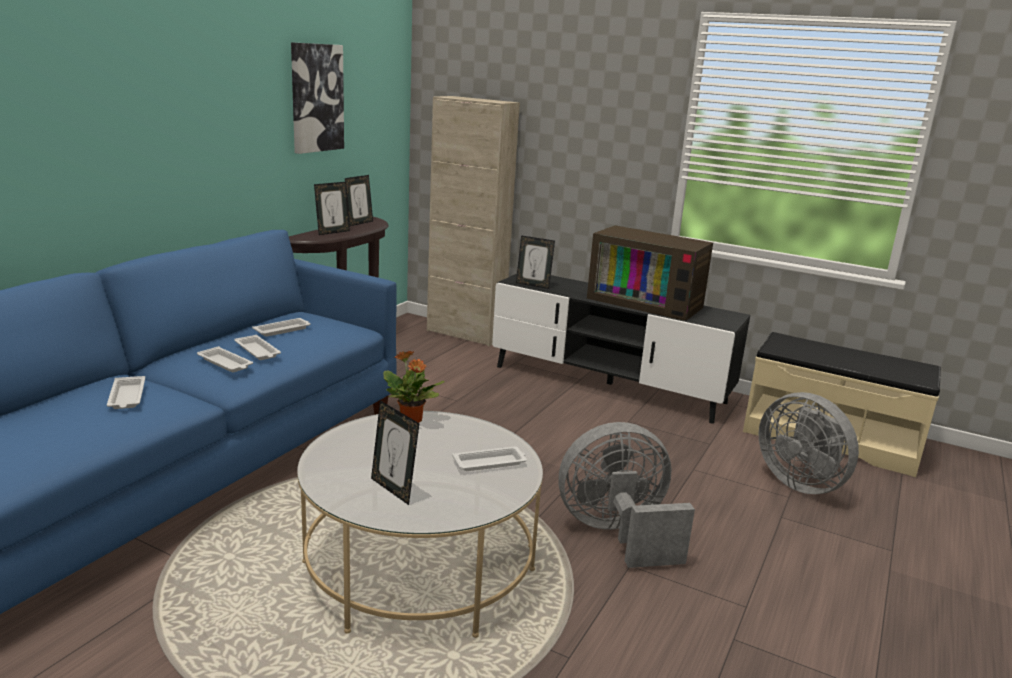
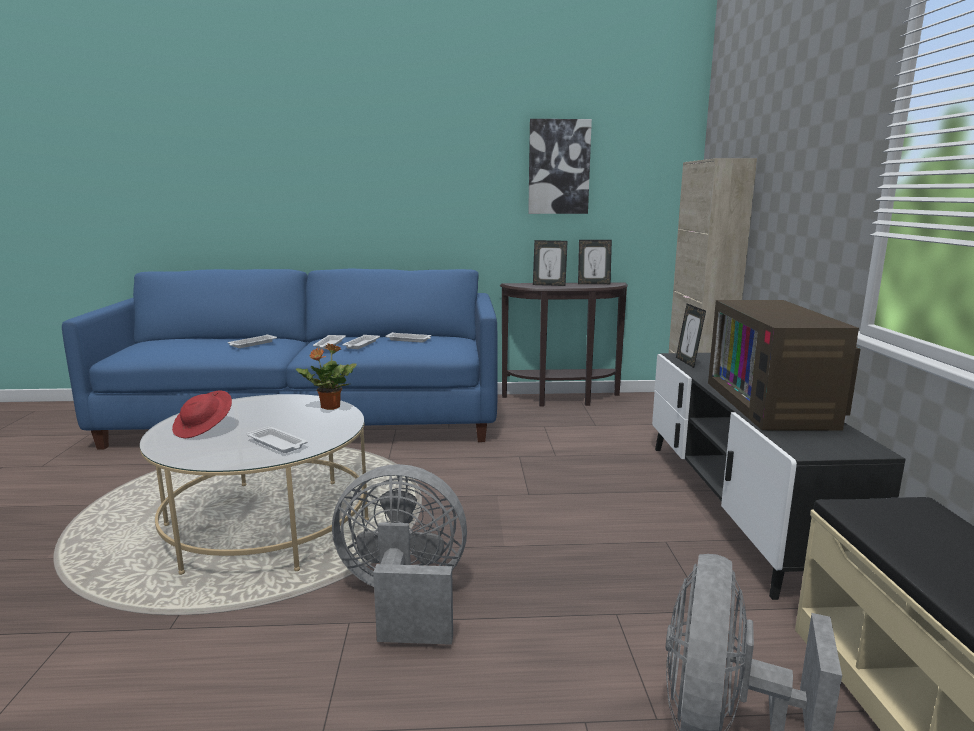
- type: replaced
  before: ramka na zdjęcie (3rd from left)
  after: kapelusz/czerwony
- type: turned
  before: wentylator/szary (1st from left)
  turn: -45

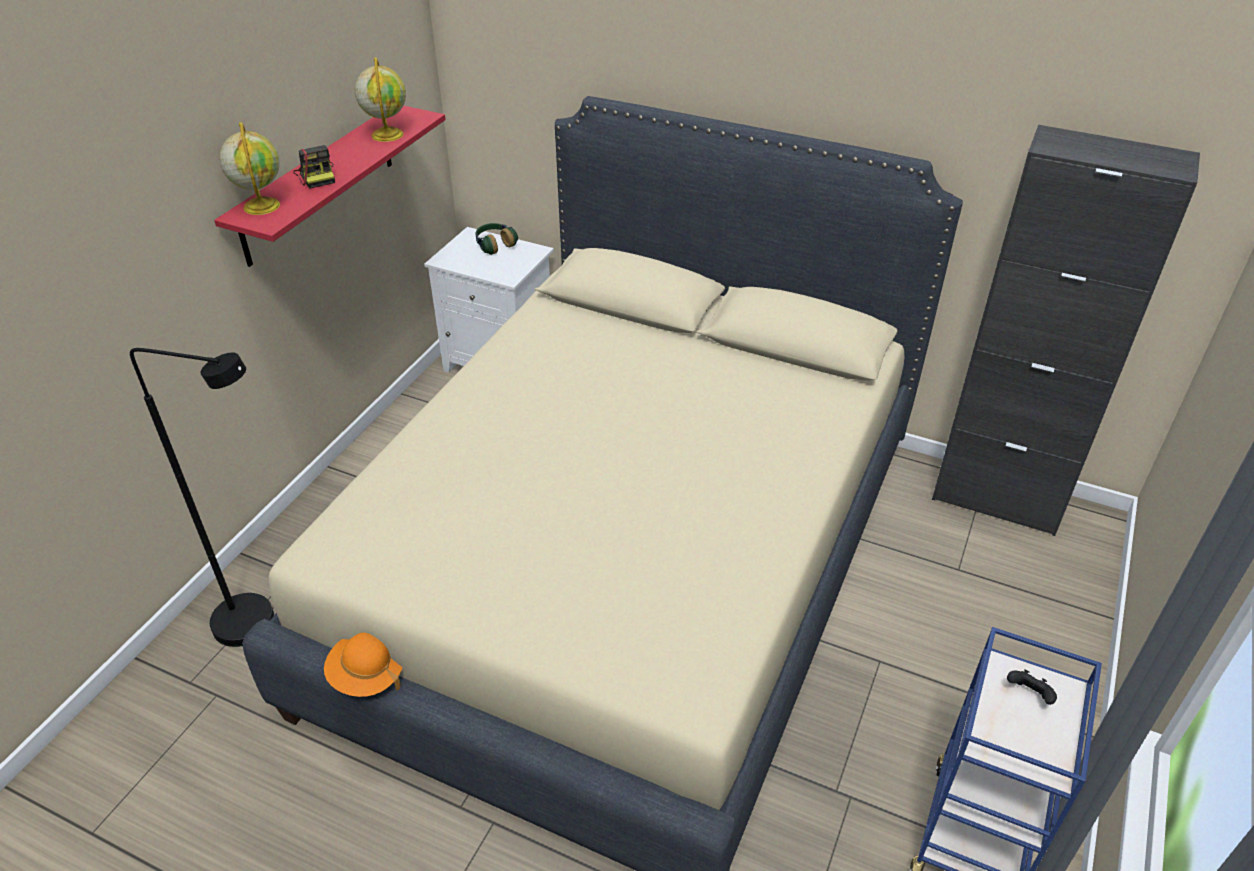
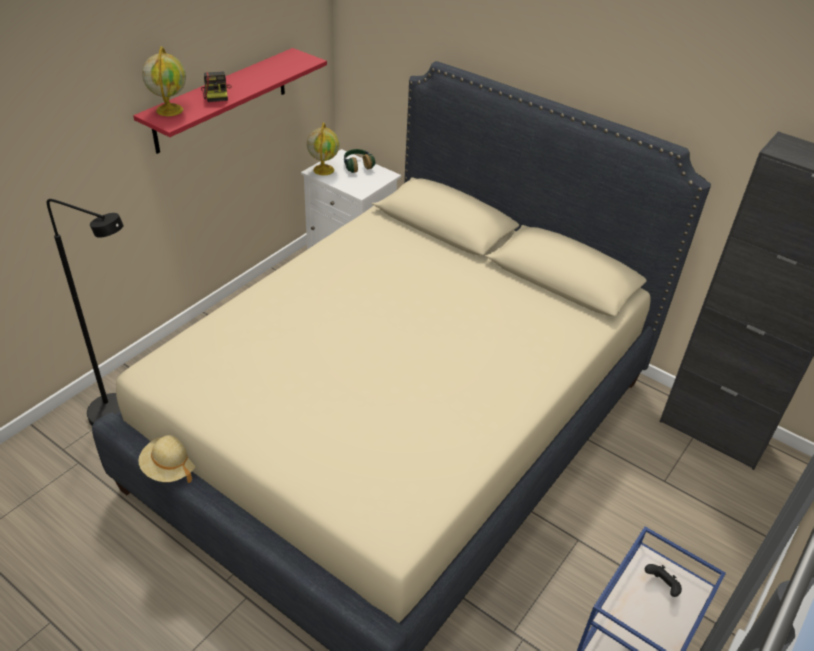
- type: recoloured
  before: kapelusz/pomarańczowy
  after: kapelusz/beżowy
- type: moved
  before: globus (2nd from left)

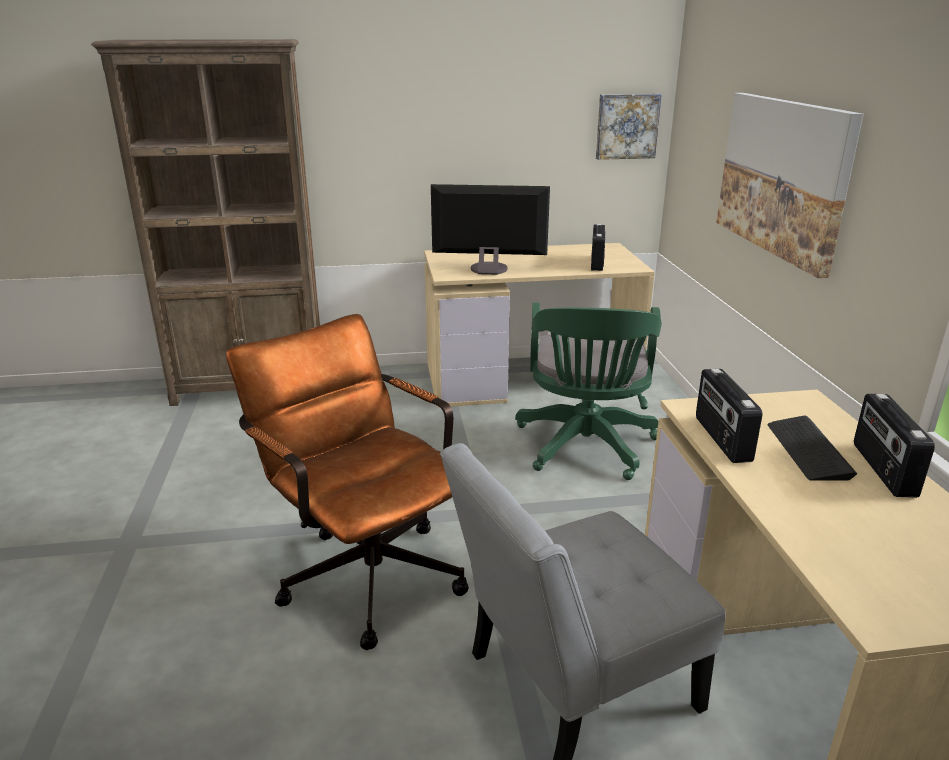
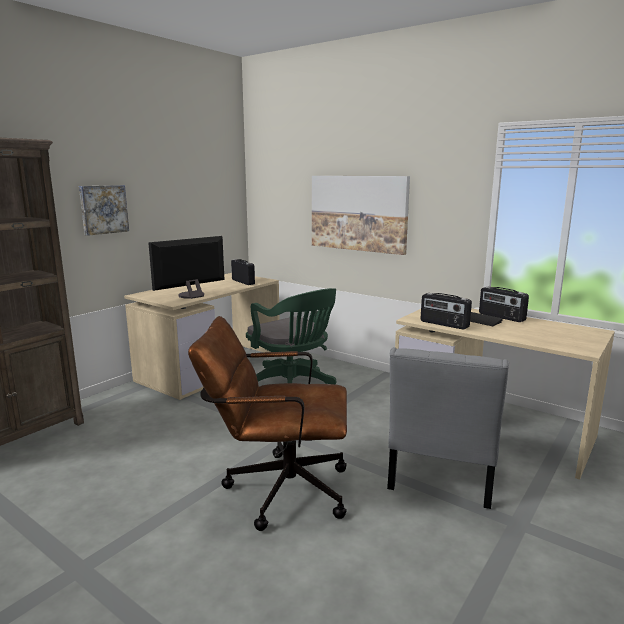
- type: moved
  before: obraz (1st from left)

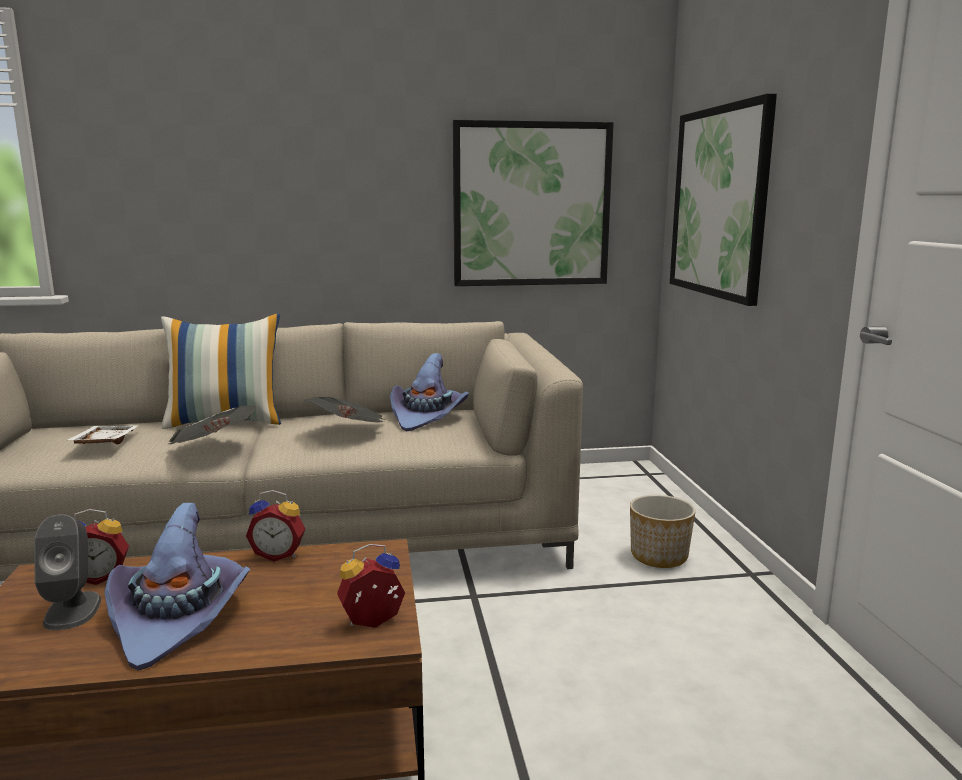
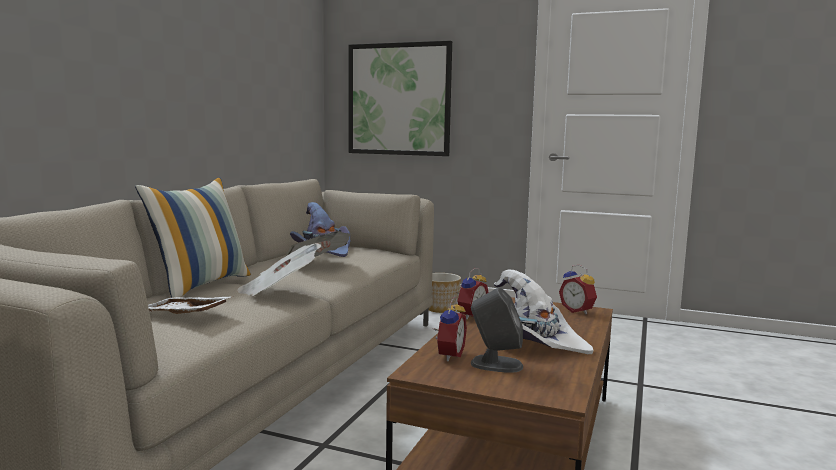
- type: recoloured
  before: kapelusz/fioletowy (1st from left)
  after: kapelusz/biały
- type: turned
  before: budzik (3rd from left)
  turn: -45
- type: removed
  before: obraz (1st from left)

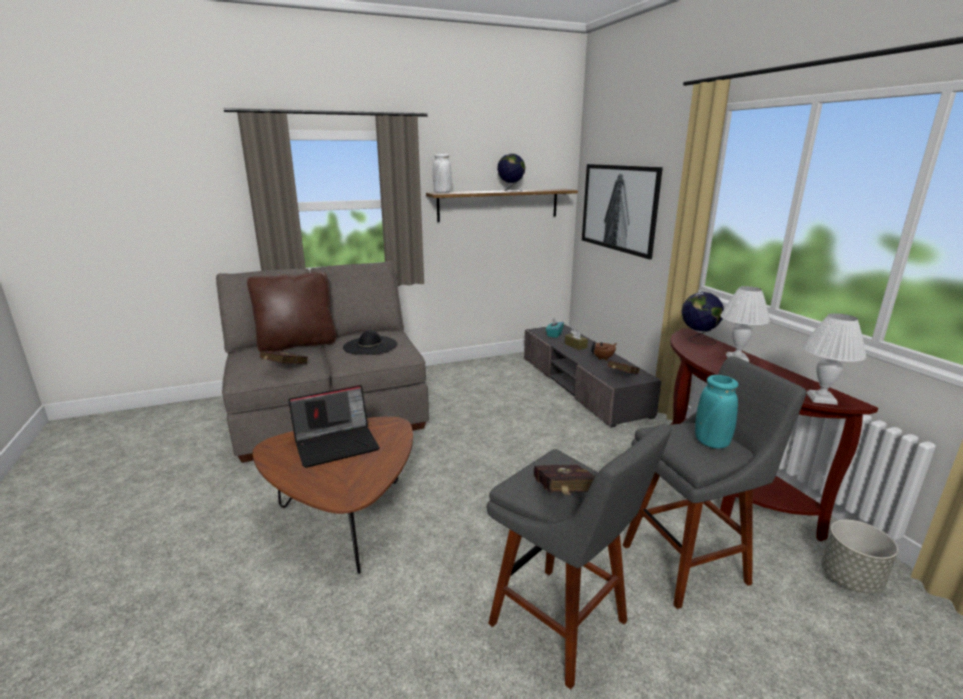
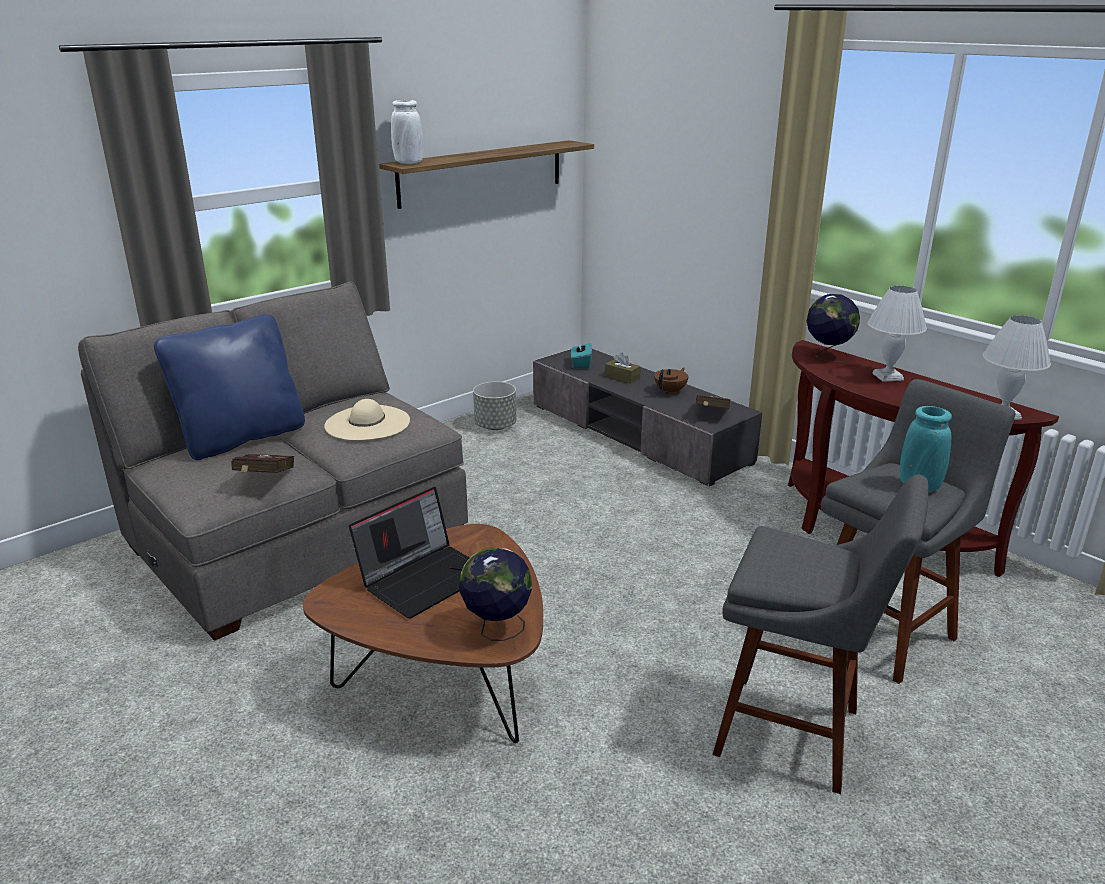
- type: recoloured
  before: poduszka/brązowy
  after: poduszka/niebieski
- type: recoloured
  before: kapelusz/czarny
  after: kapelusz/beżowy
- type: moved
  before: globus (1st from left)
- type: removed
  before: książka/czerwony (2nd from left)
- type: removed
  before: obraz
- type: moved
  before: donica/szary

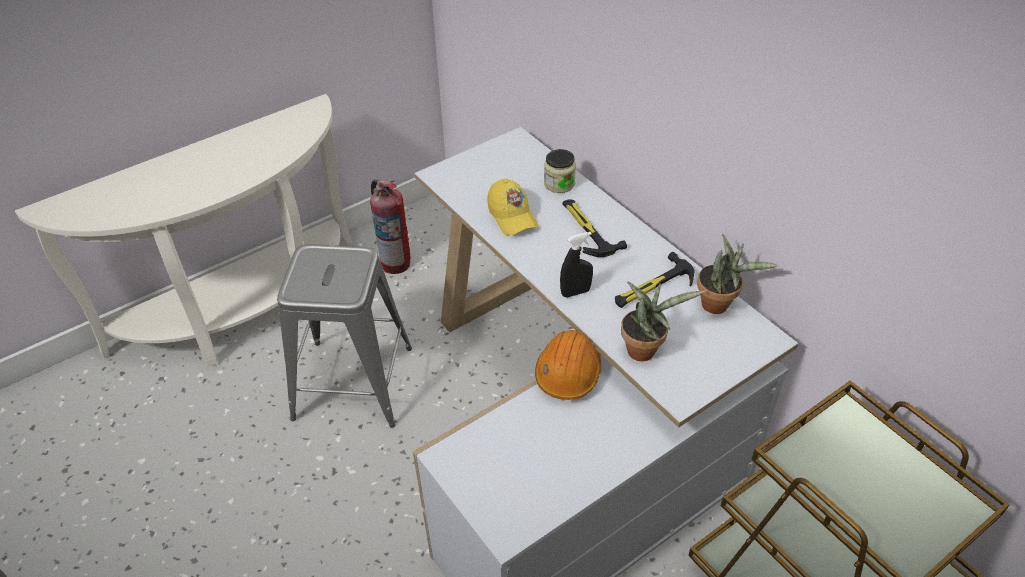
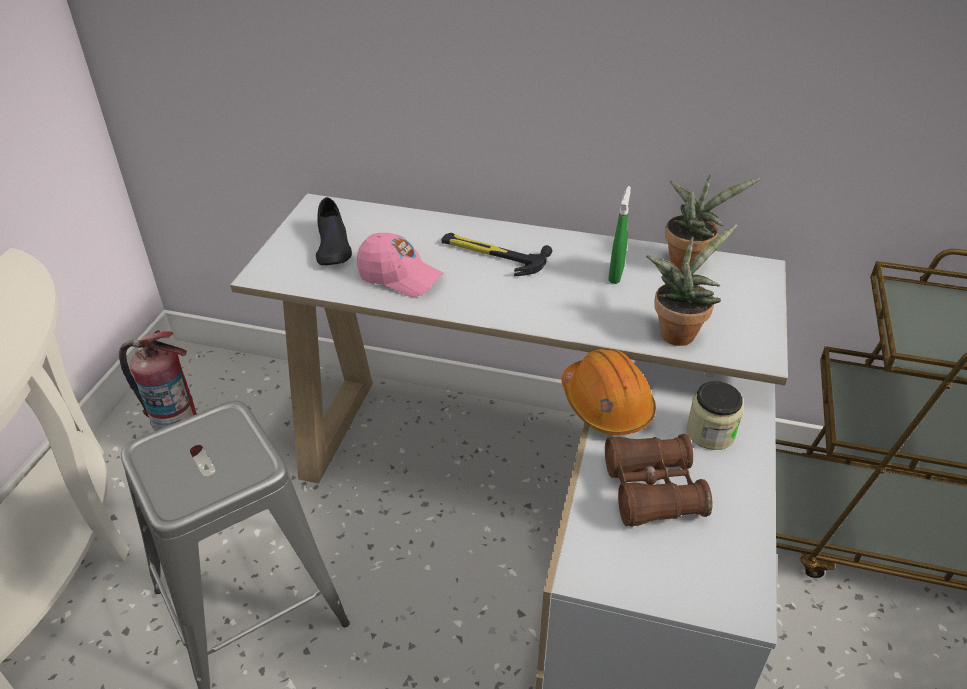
- type: recoloured
  before: czapka z daszkiem/żółty
  after: czapka z daszkiem/różowy
- type: moved
  before: słoik
- type: removed
  before: spryskiwacz/czarny
- type: replaced
  before: młotek (2nd from left)
  after: spryskiwacz/zielony
- type: added
  after: but/czarny
- type: added
  after: lornetka/brązowy

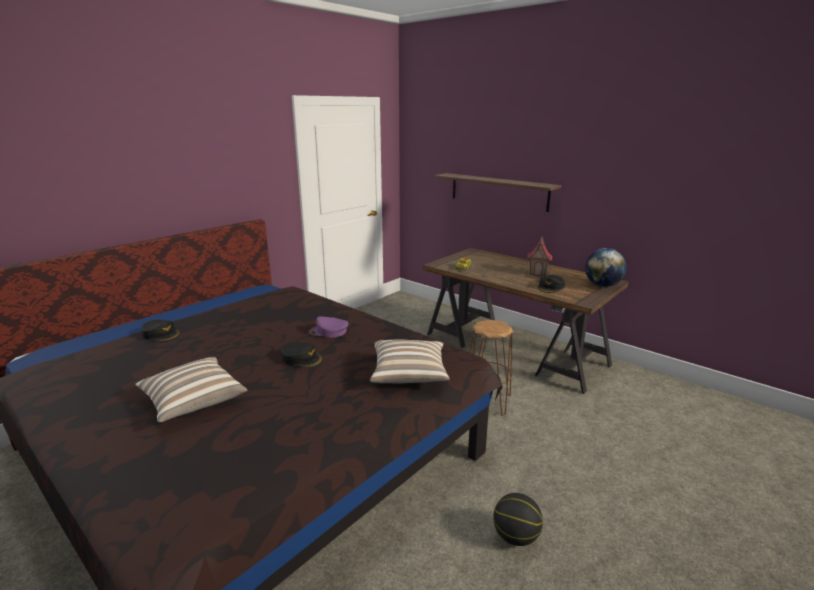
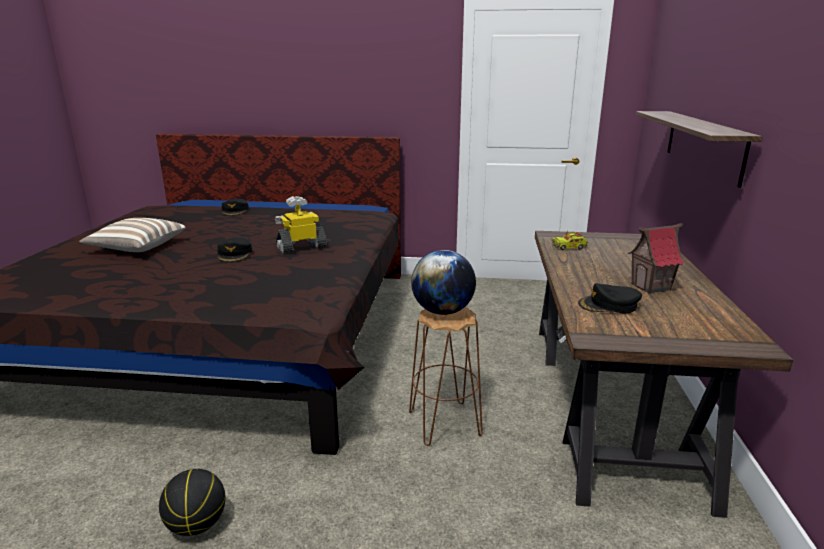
- type: replaced
  before: czapka z daszkiem/fioletowy
  after: robot zabawkowy
- type: removed
  before: poduszka (2nd from left)
- type: moved
  before: globus

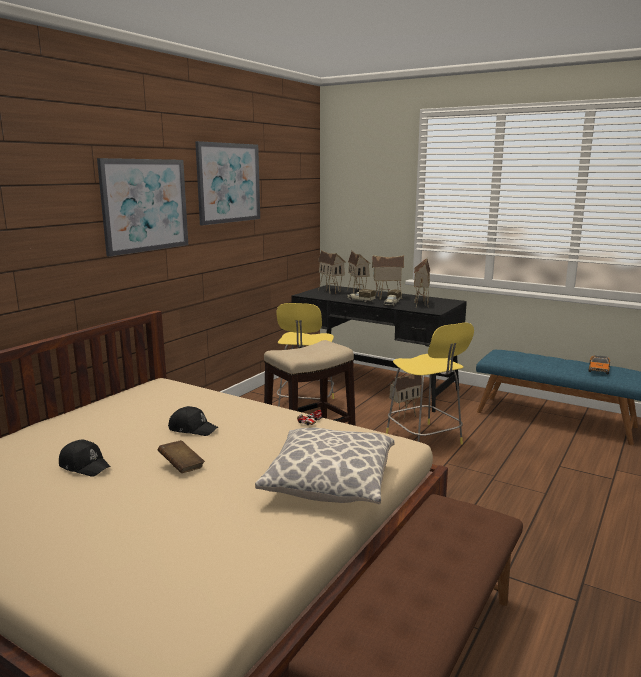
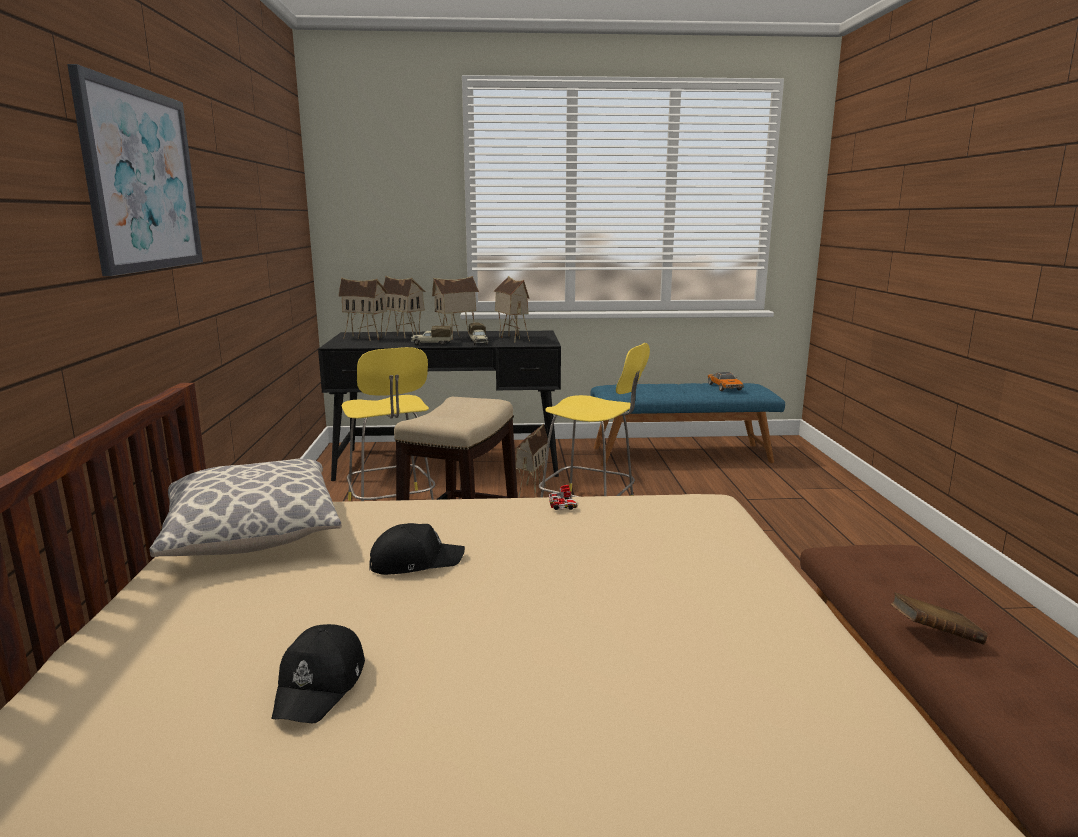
- type: turned
  before: czapka z daszkiem/czarny (1st from left)
  turn: 105
- type: moved
  before: książka/brązowy
- type: removed
  before: obraz (2nd from left)
- type: moved
  before: poduszka

